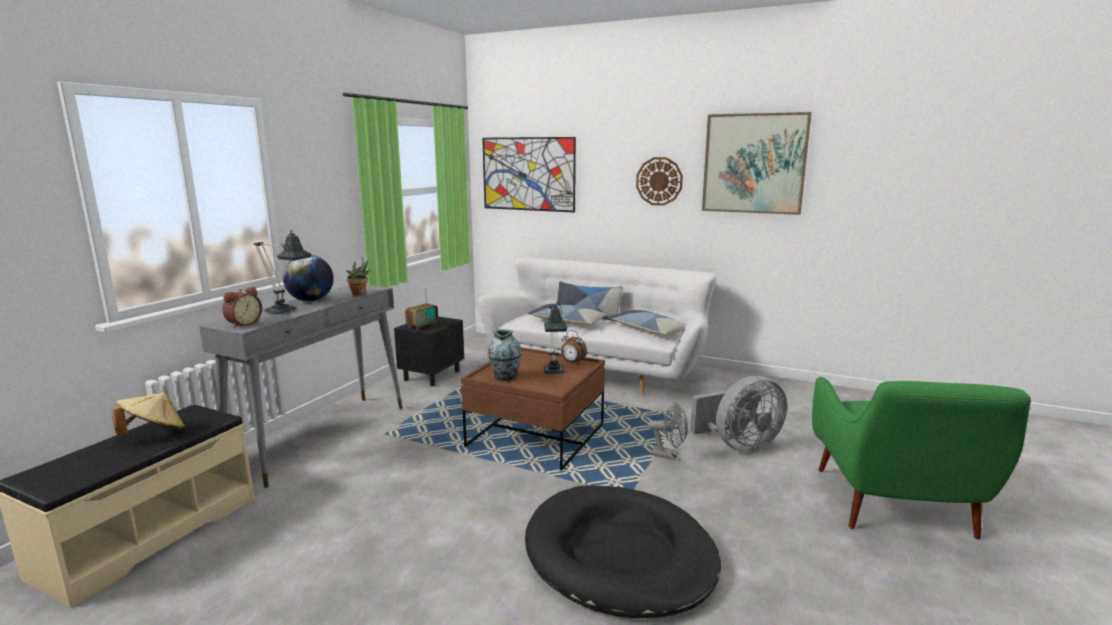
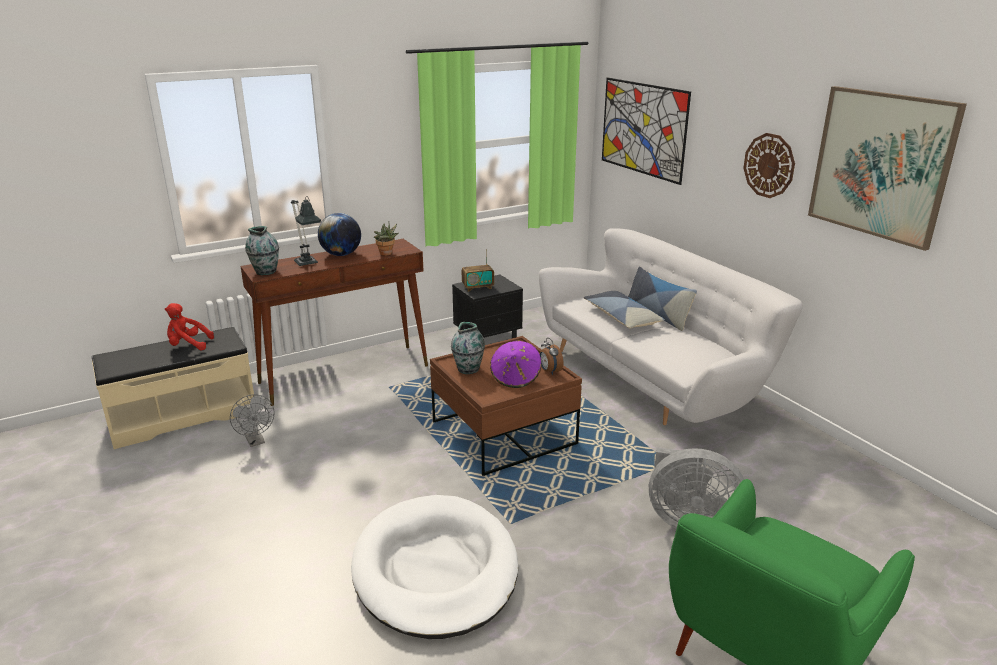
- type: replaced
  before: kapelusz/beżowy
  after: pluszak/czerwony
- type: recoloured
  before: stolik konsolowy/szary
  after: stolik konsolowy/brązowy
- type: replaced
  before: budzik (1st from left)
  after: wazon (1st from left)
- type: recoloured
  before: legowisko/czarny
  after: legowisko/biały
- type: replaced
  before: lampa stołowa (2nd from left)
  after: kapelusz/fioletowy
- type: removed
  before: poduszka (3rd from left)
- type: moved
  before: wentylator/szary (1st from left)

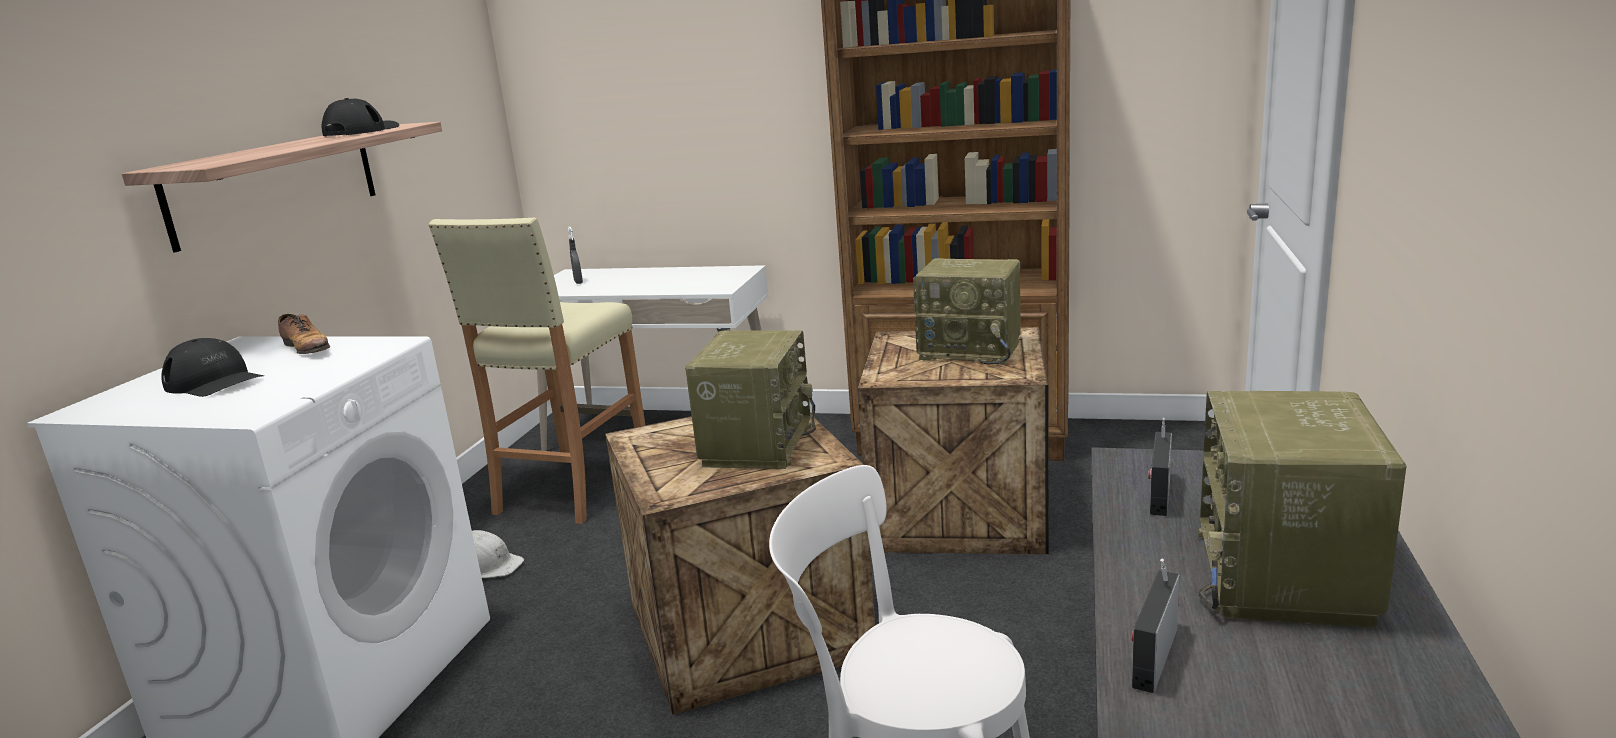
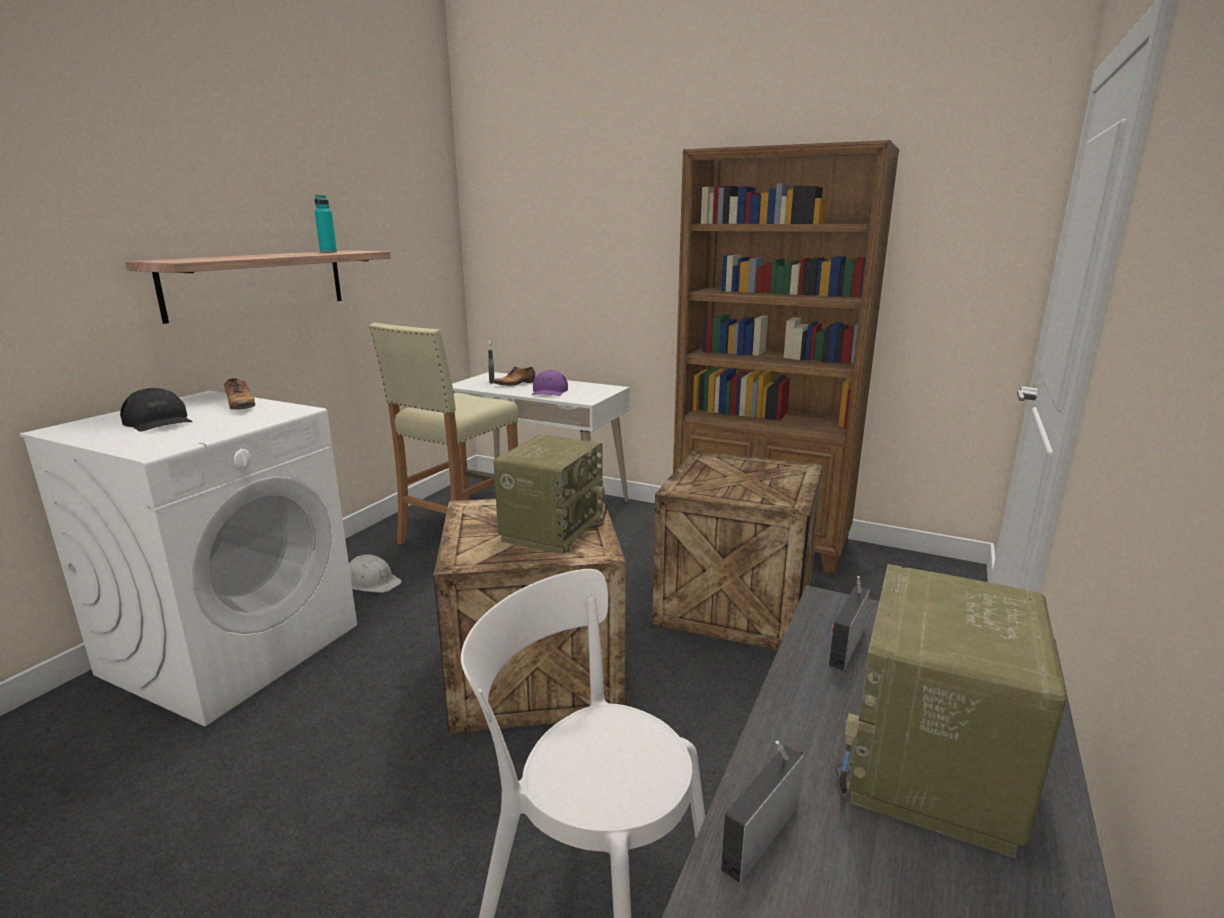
- type: replaced
  before: czapka z daszkiem/czarny (2nd from left)
  after: butelka/turkusowy
- type: removed
  before: radio (2nd from left)
- type: added
  after: but (2nd from left)
- type: added
  after: czapka z daszkiem/fioletowy

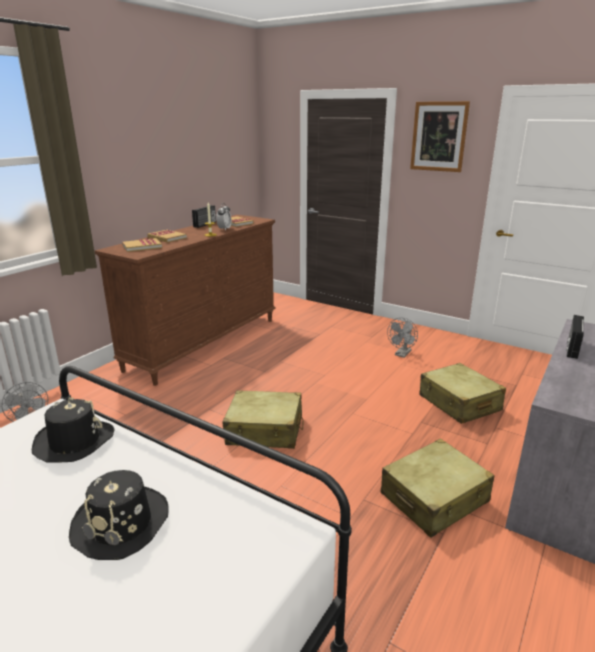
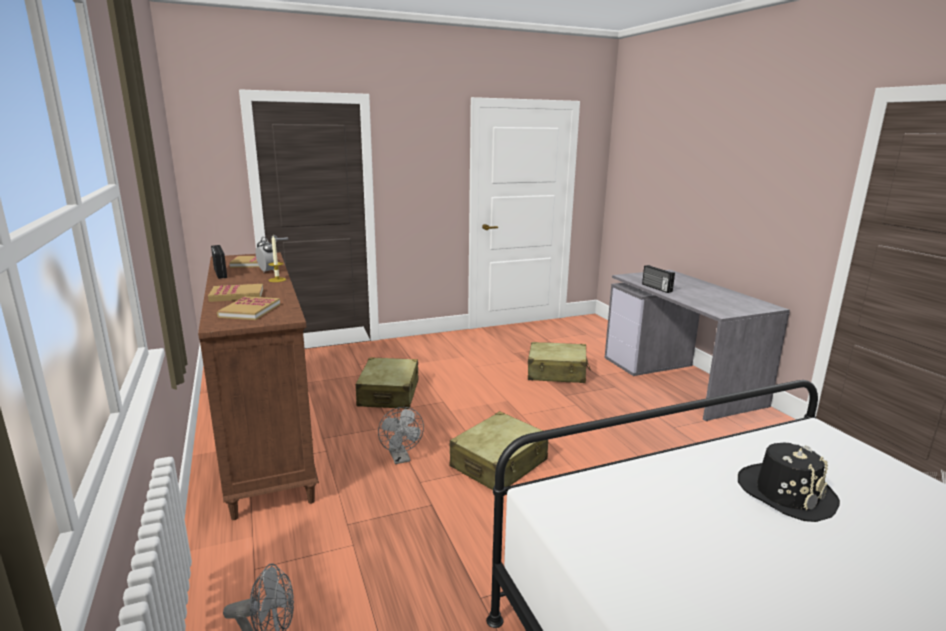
- type: removed
  before: kapelusz/czarny (1st from left)
- type: moved
  before: walizka/beżowy (2nd from left in the first image)
  after: walizka/beżowy (1st from left)
- type: moved
  before: wentylator/szary (2nd from left)
- type: removed
  before: obraz

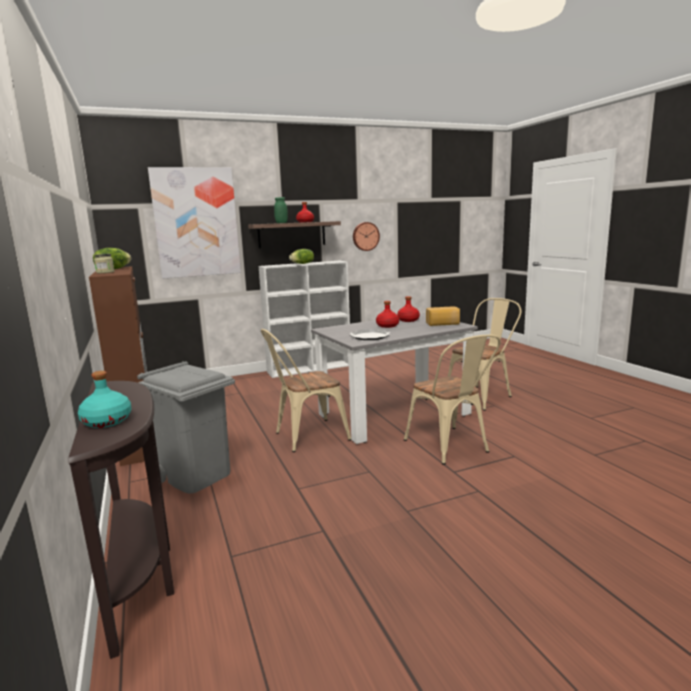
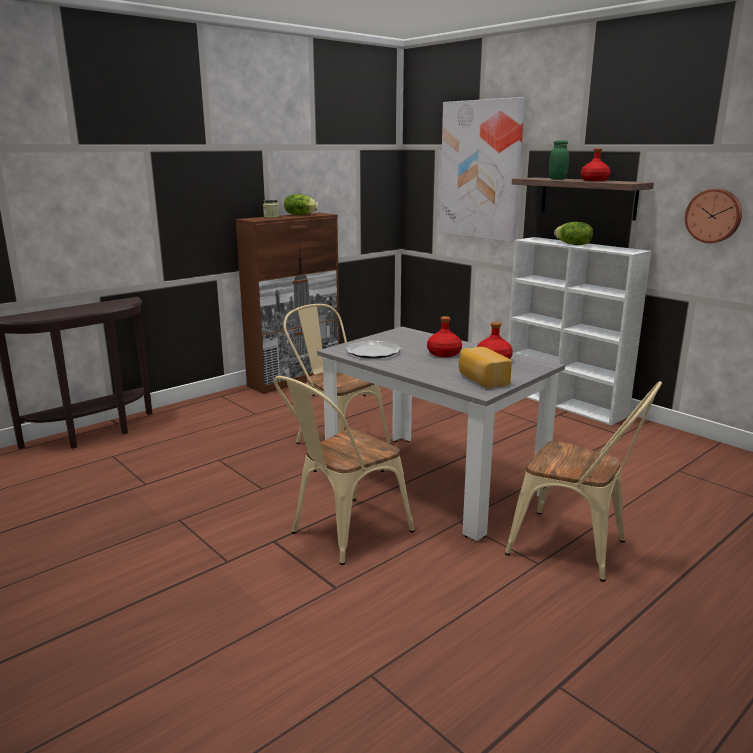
- type: removed
  before: butelka/turkusowy
- type: removed
  before: kosz na śmieci/szary

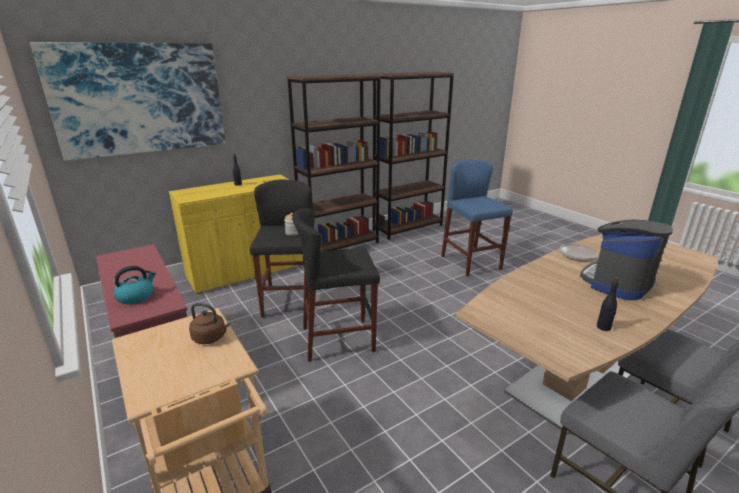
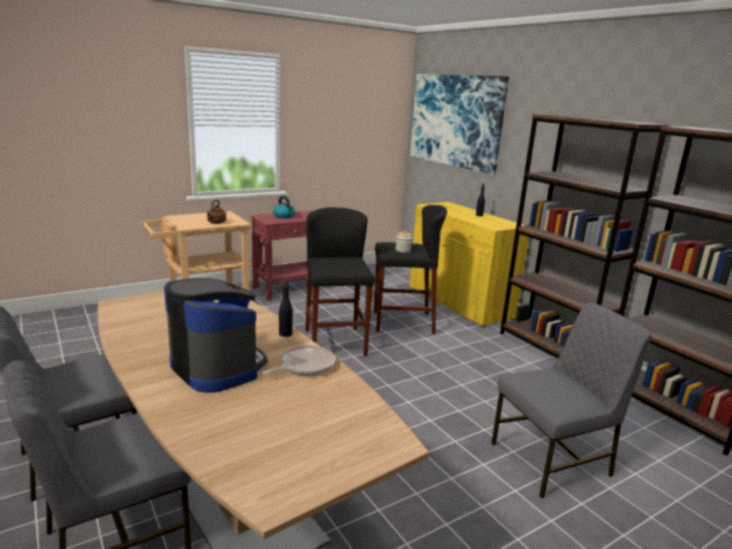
- type: replaced
  before: stołek/niebieski
  after: krzesło/szary (3rd from left)
- type: moved
  before: butelka/czarny (2nd from left in the first image)
  after: butelka/czarny (1st from left)

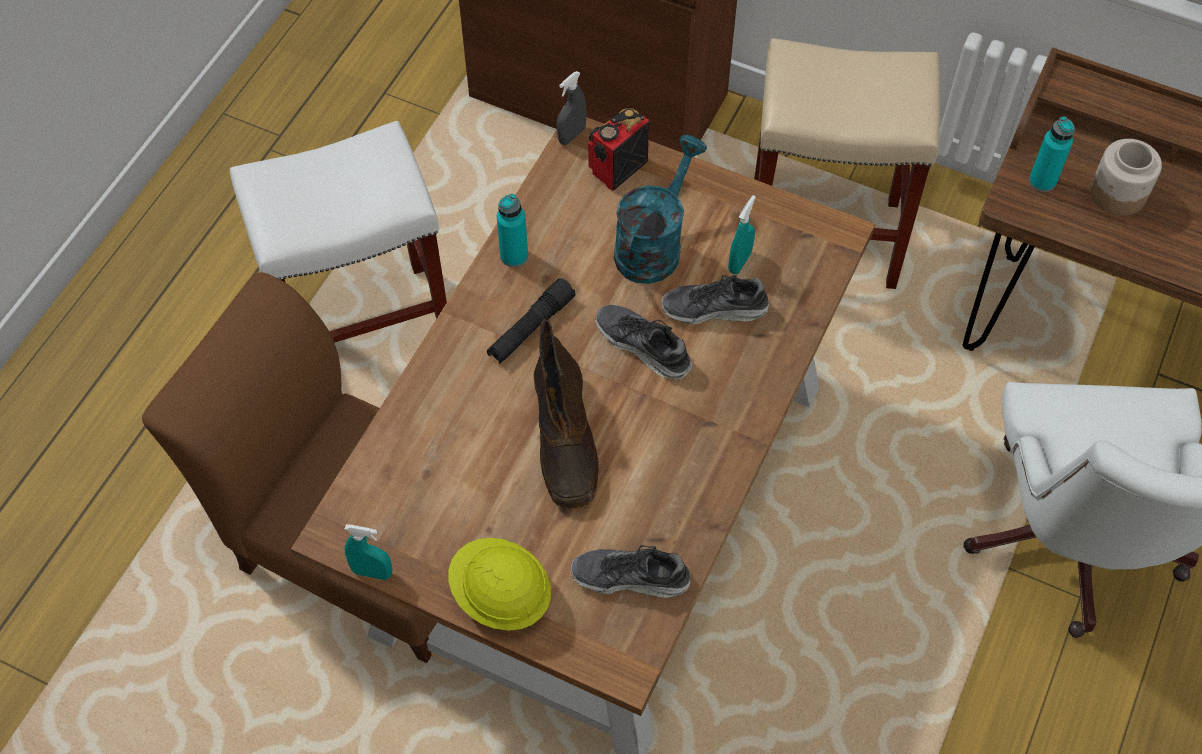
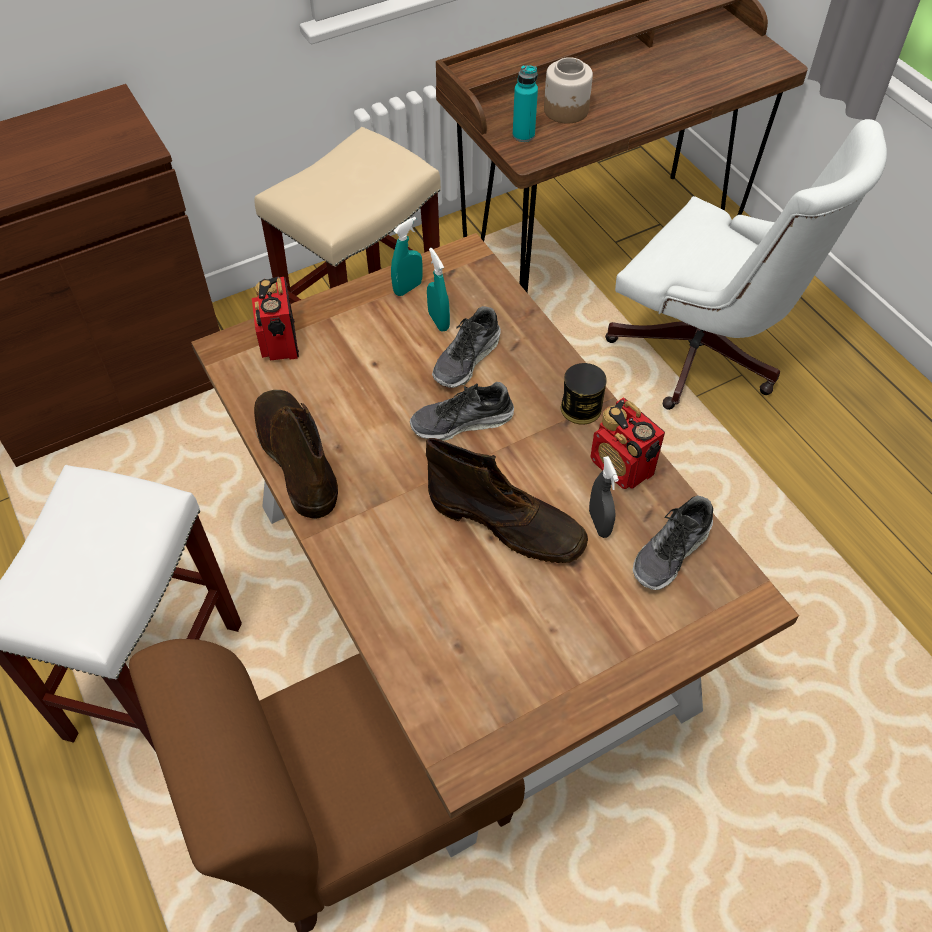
- type: moved
  before: spryskiwacz/turkusowy (1st from left)
- type: removed
  before: kask/żółty
- type: removed
  before: latarka/czarny
- type: replaced
  before: butelka/turkusowy (1st from left)
  after: but z cholewką/brązowy (1st from left)
- type: moved
  before: spryskiwacz/szary
- type: removed
  before: konewka/turkusowy
- type: added
  after: puszka
- type: added
  after: radio (2nd from left)

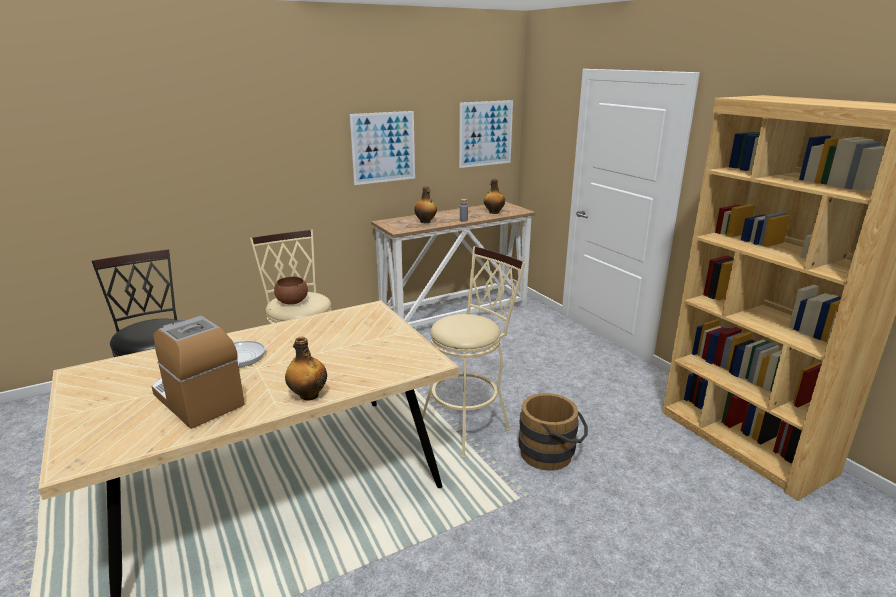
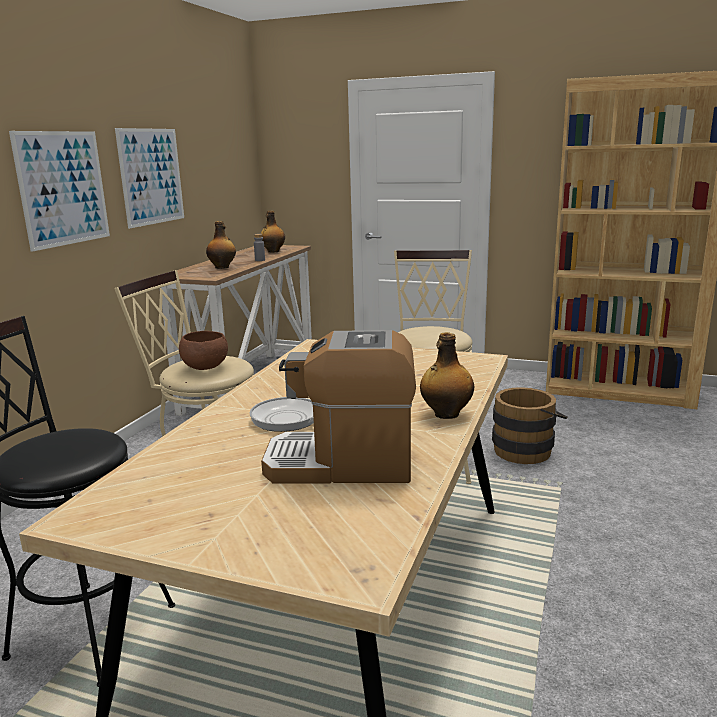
- type: moved
  before: obraz (2nd from left in the first image)
  after: obraz (1st from left)

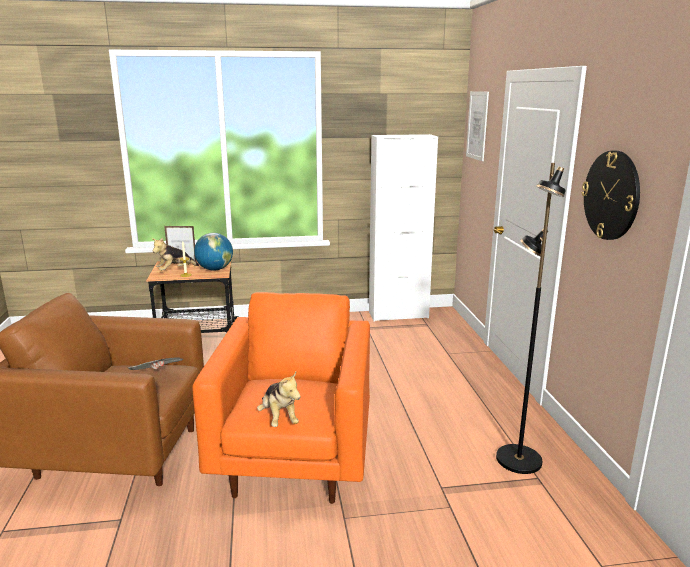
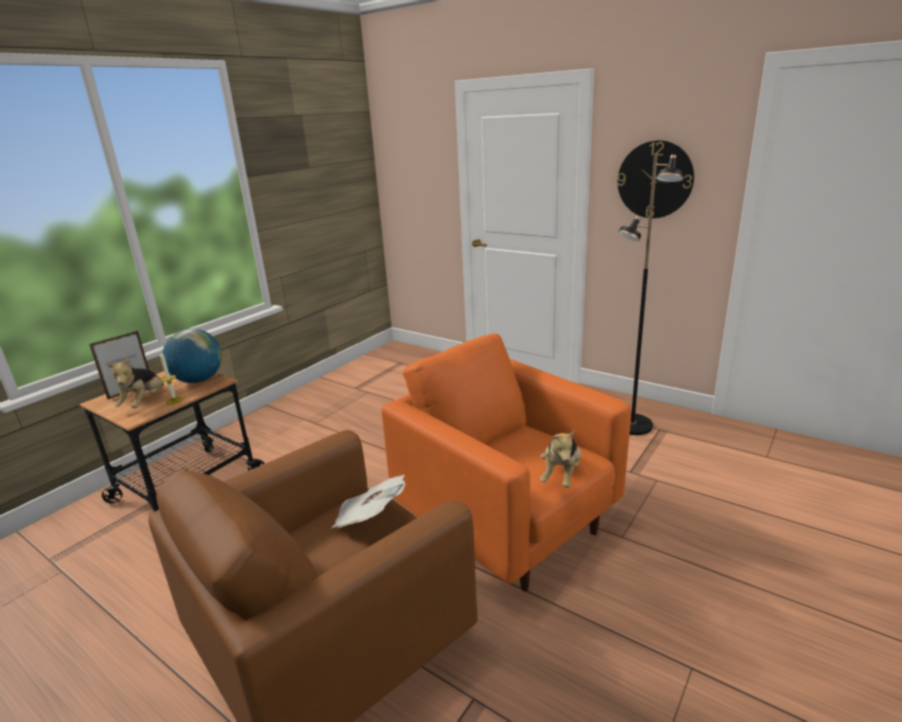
- type: turned
  before: pluszak (2nd from left)
  turn: 90
- type: removed
  before: szafka/biały
- type: removed
  before: obraz

